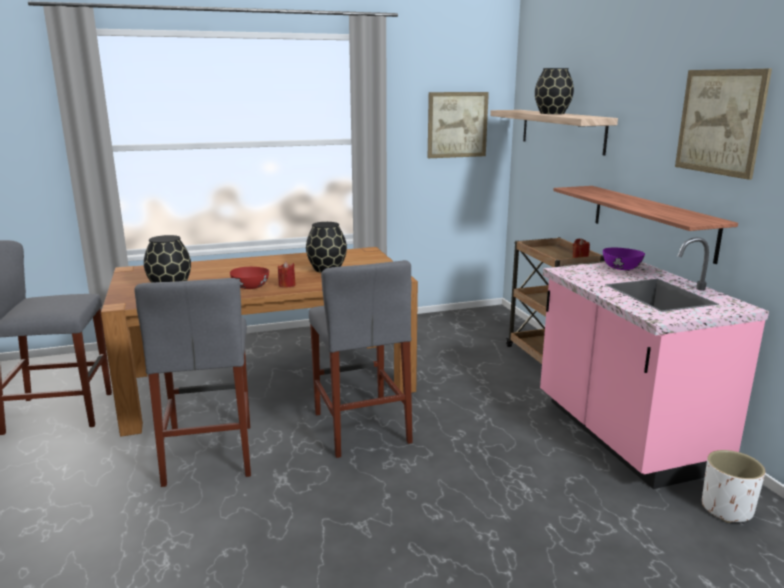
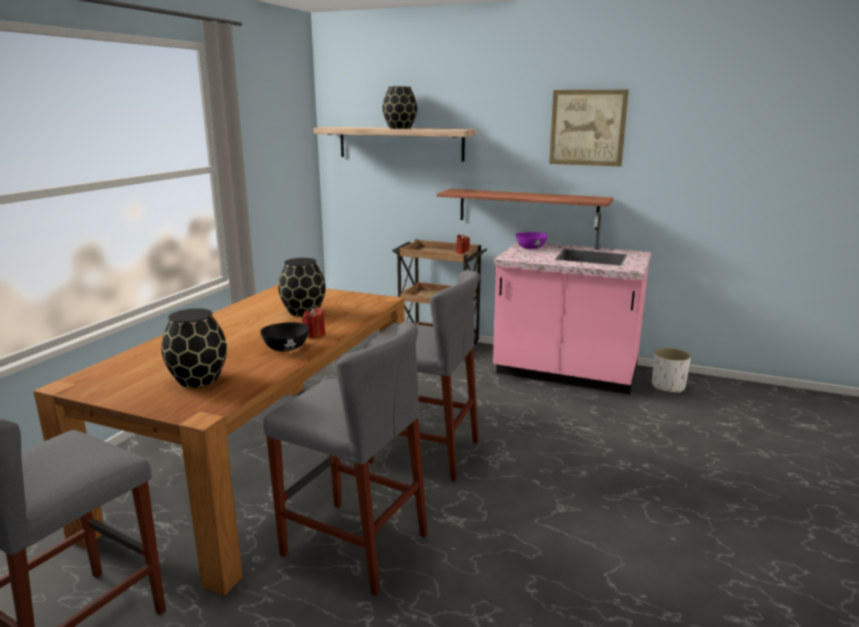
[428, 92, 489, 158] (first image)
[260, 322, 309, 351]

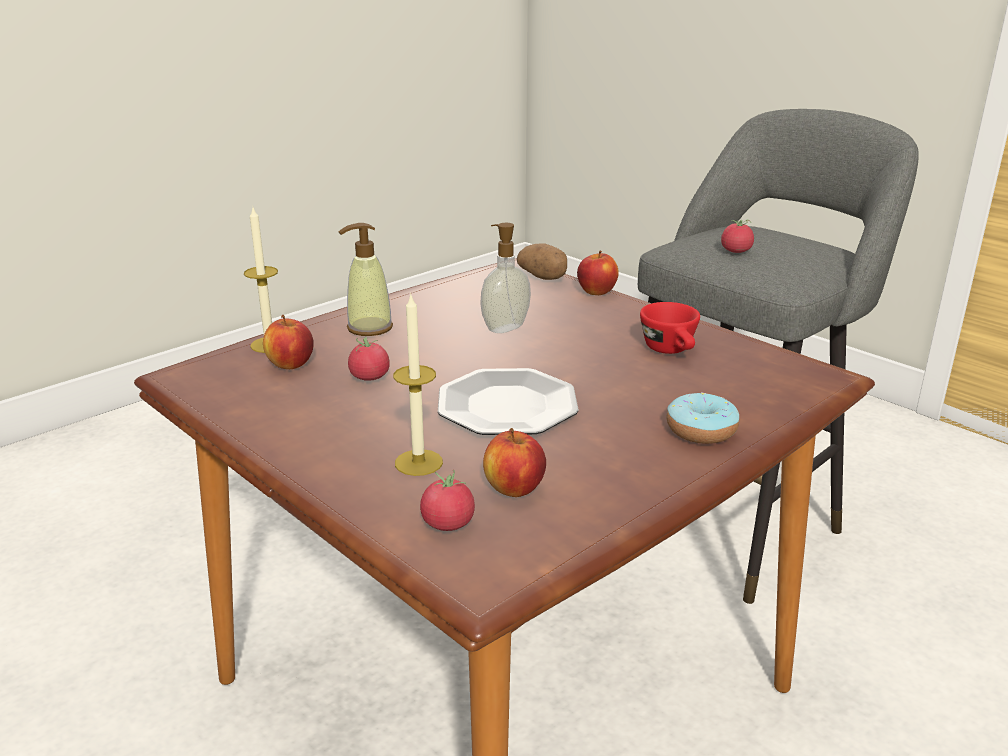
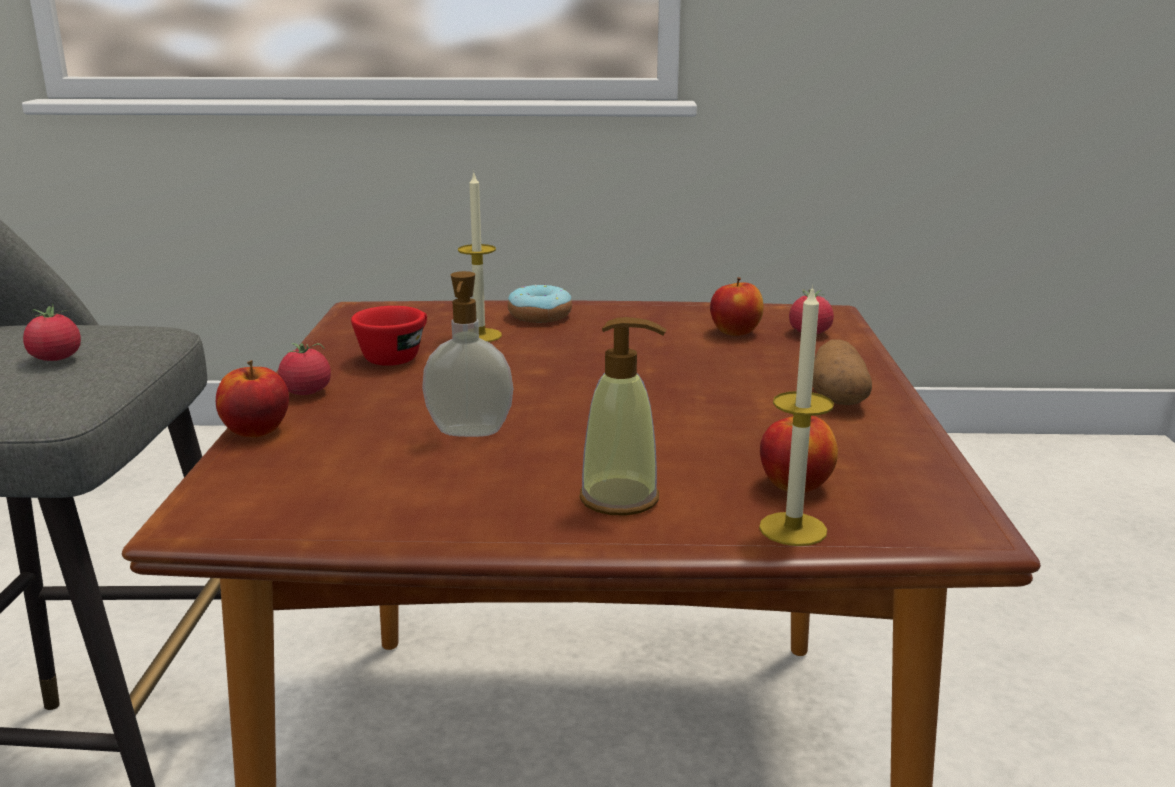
[812, 339, 872, 405]
[458, 173, 502, 342]
[278, 343, 331, 395]
[437, 368, 579, 435] (first image)

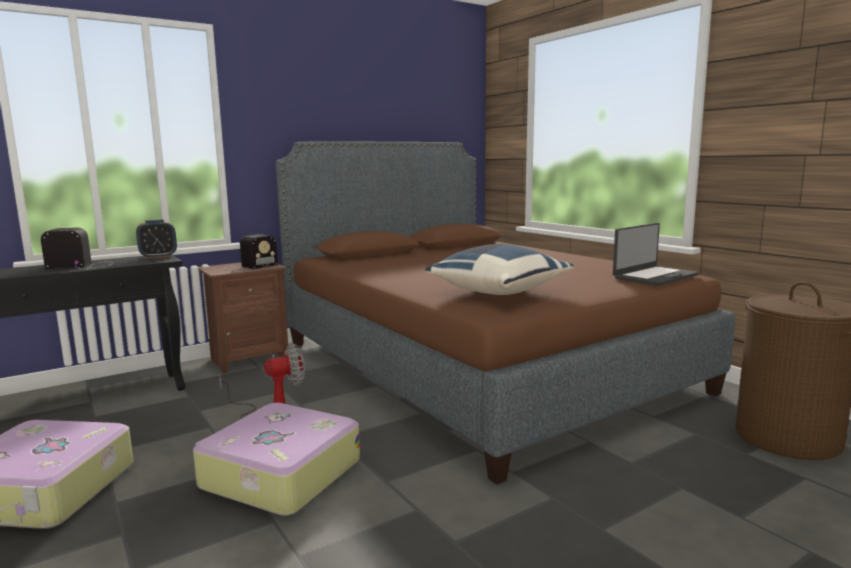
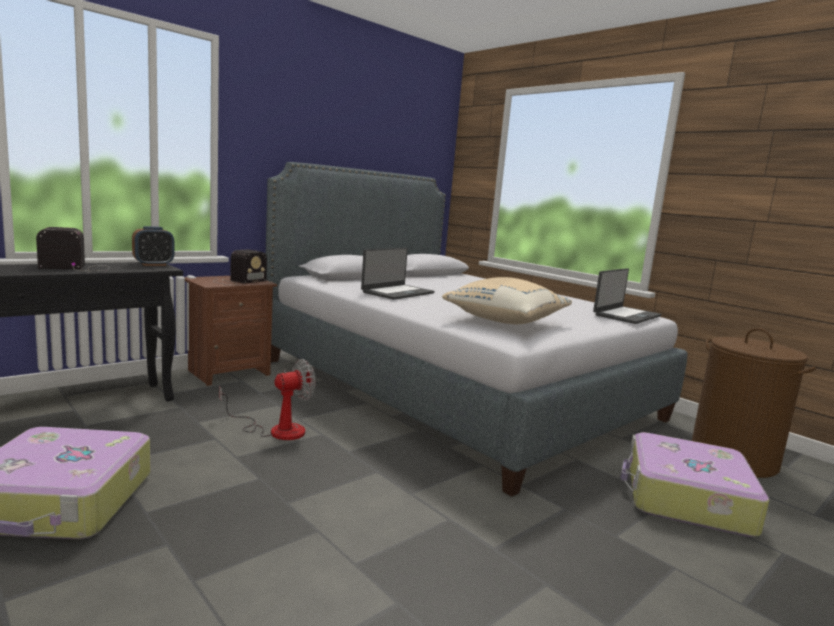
[266, 162, 688, 497]
[442, 277, 572, 324]
[620, 432, 769, 537]
[361, 248, 434, 300]

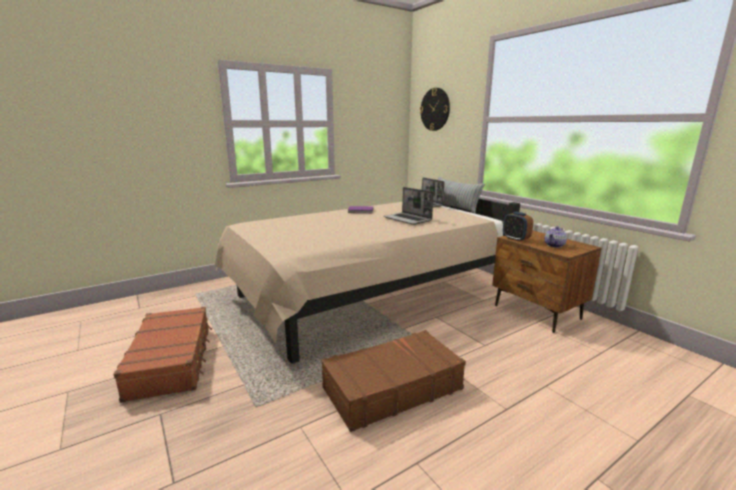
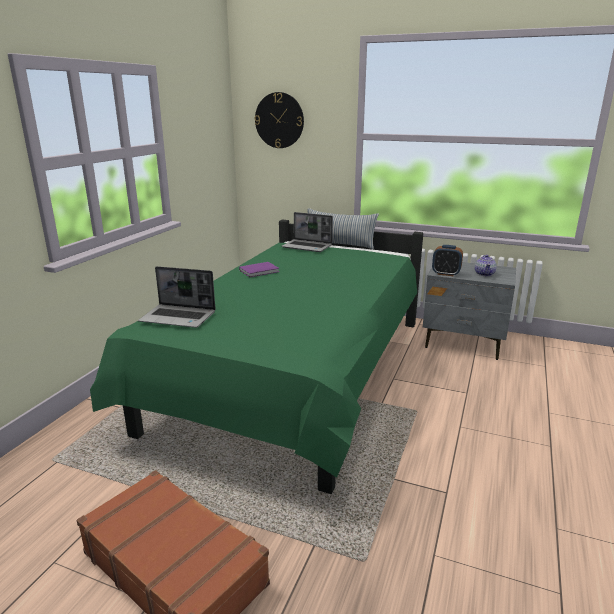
[138, 266, 216, 328]
[90, 220, 423, 494]
[423, 262, 516, 360]
[321, 330, 466, 432] (first image)

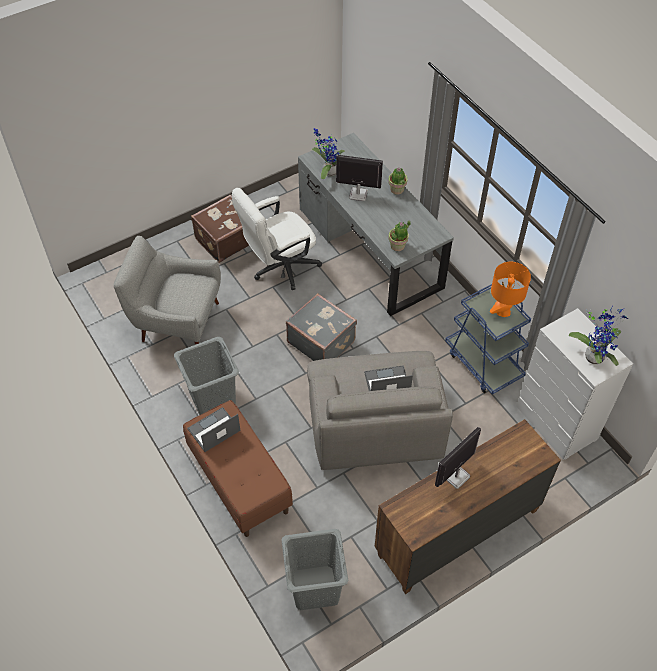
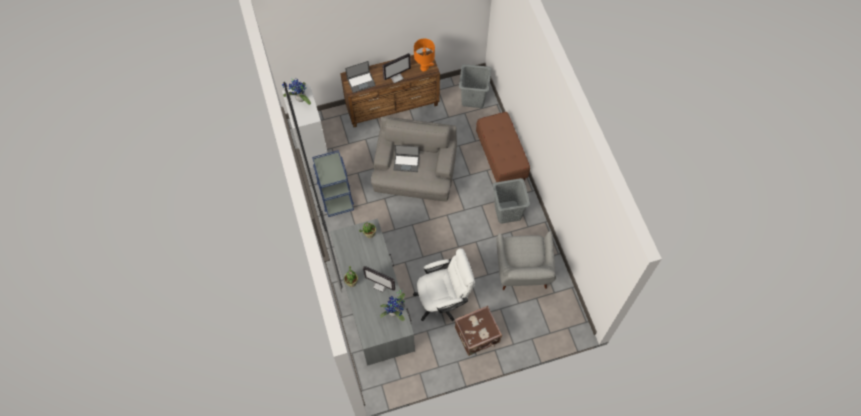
[496, 231, 556, 290]
[414, 39, 435, 71]
[286, 293, 357, 361] (first image)
[345, 61, 376, 93]

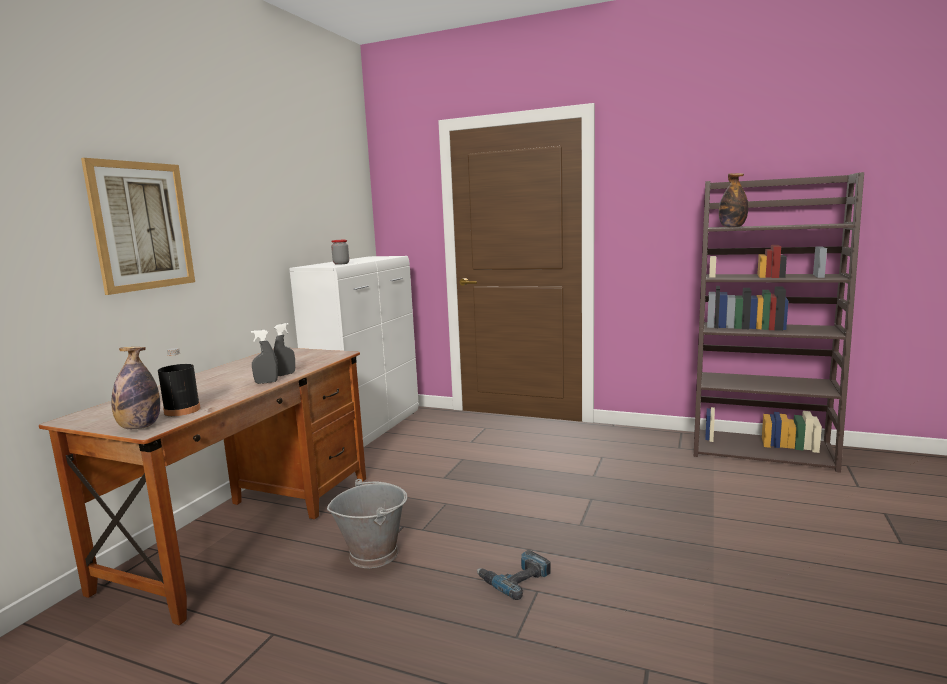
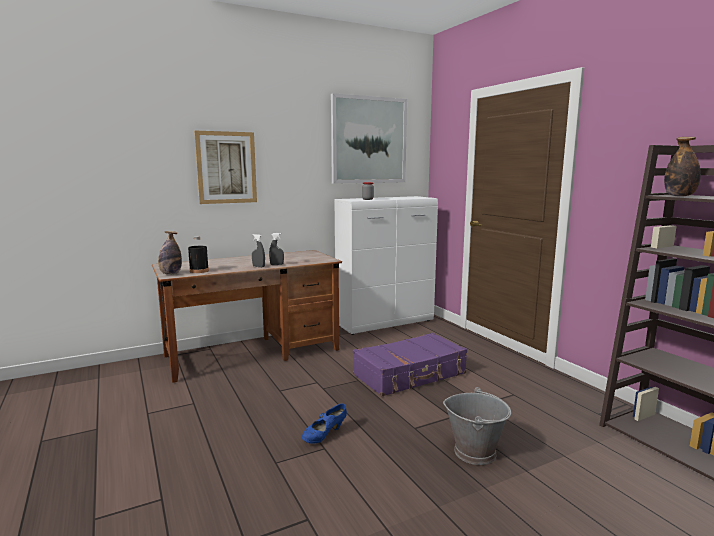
[443, 387, 511, 465]
[302, 403, 347, 444]
[331, 93, 407, 184]
[353, 333, 467, 396]

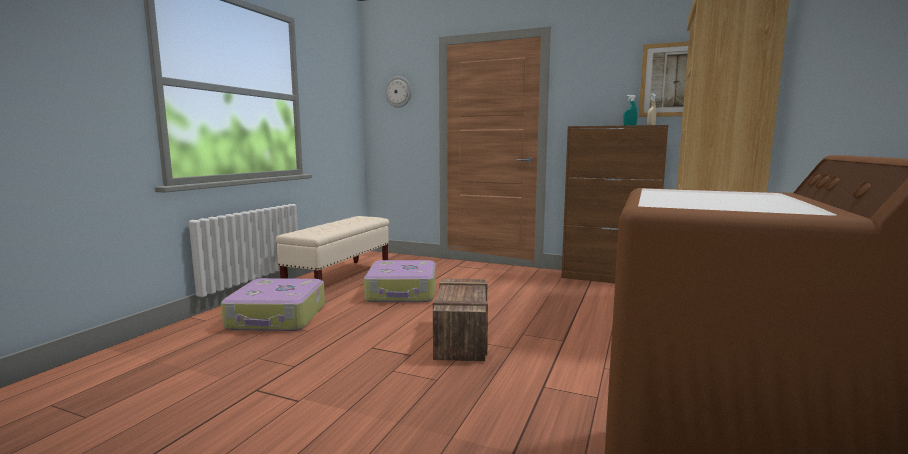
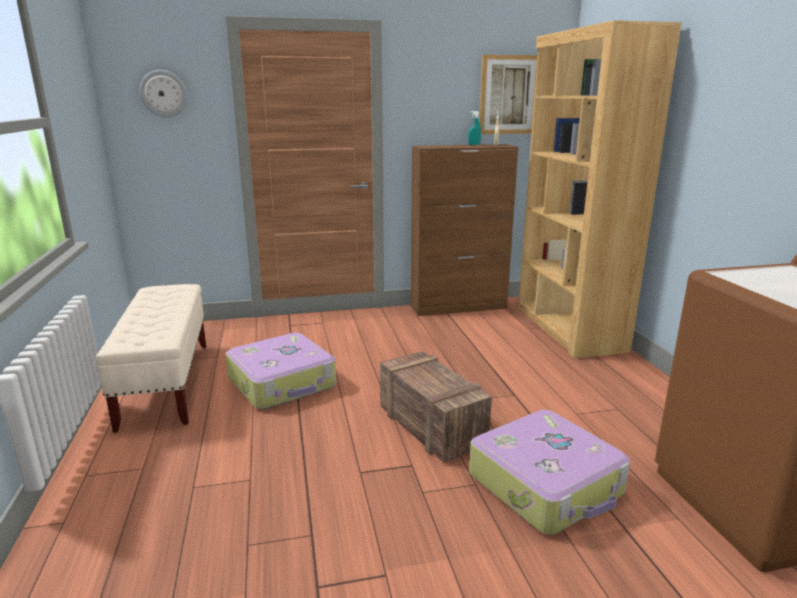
[469, 410, 630, 535]

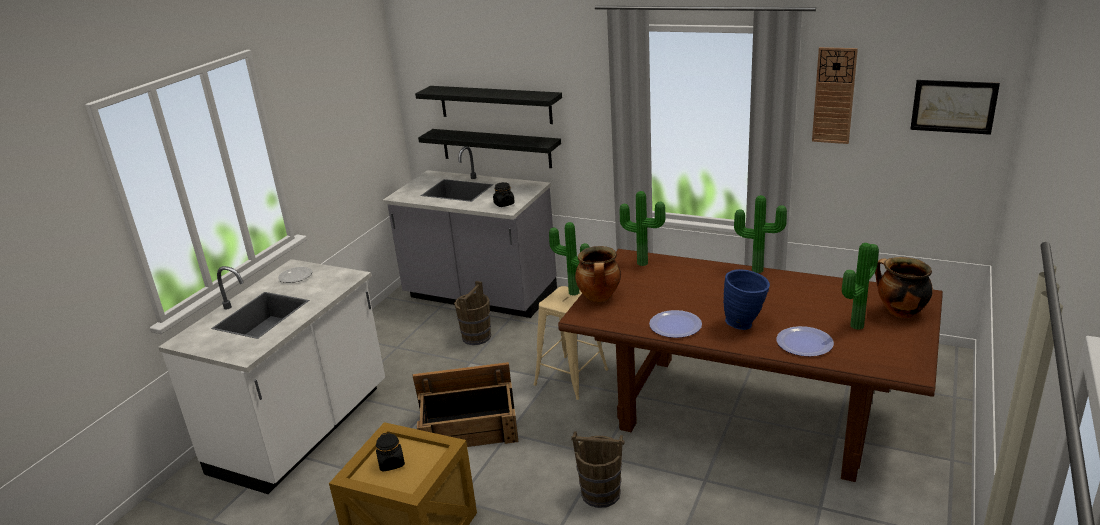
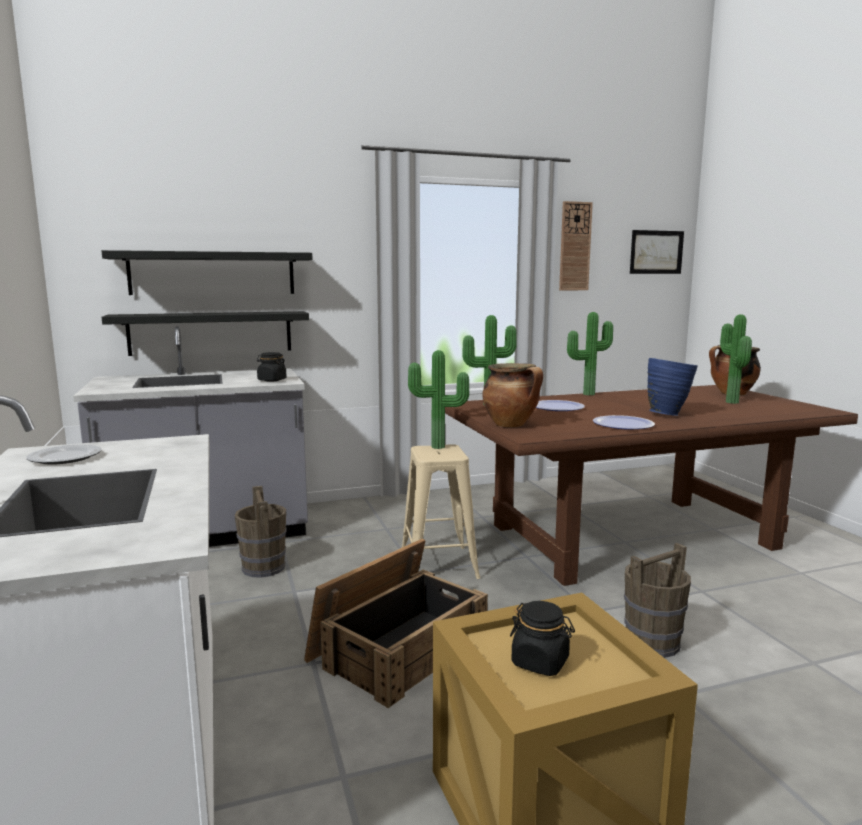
[536, 400, 585, 411]

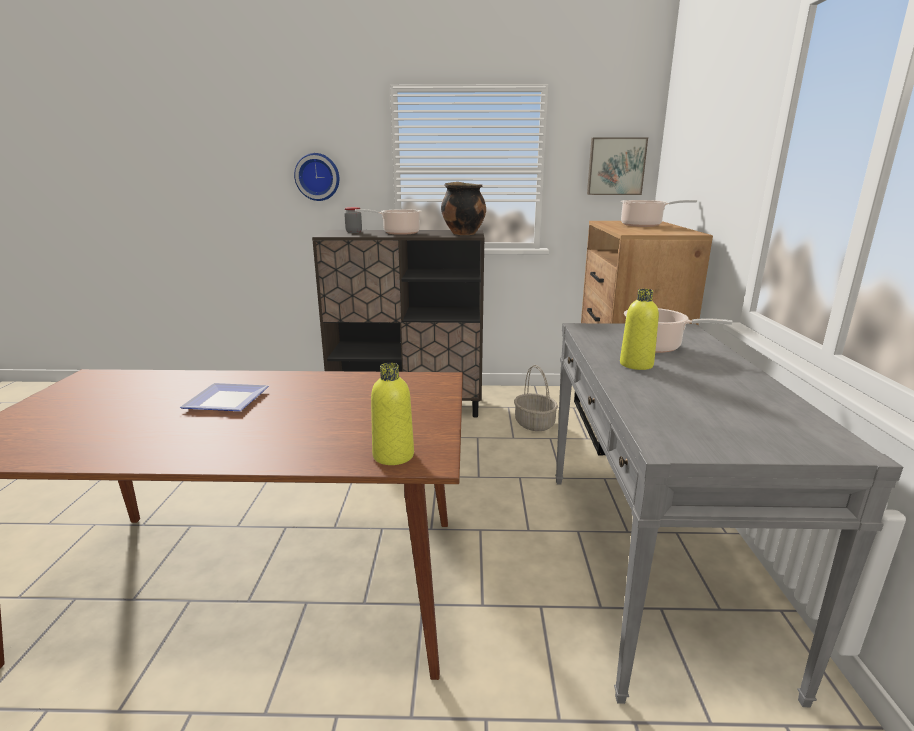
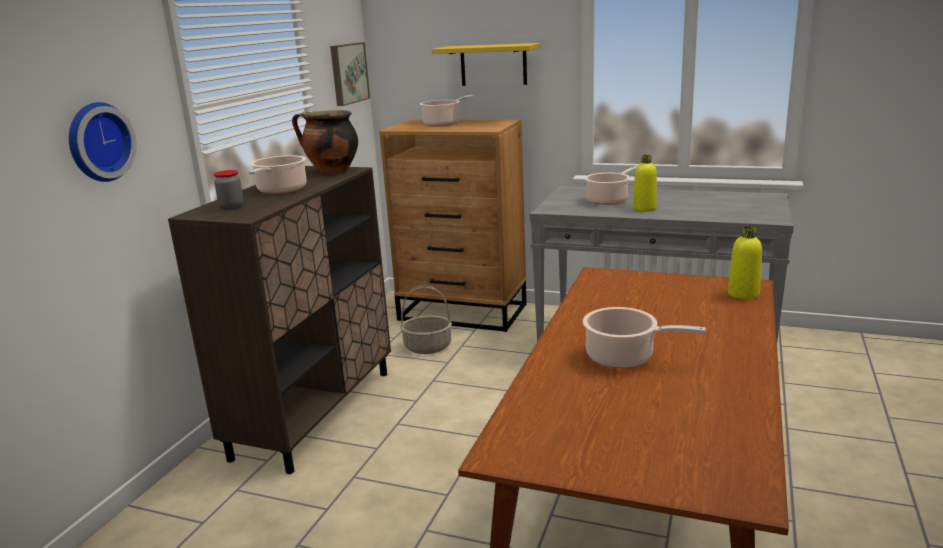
[583, 307, 706, 368]
[432, 43, 541, 86]

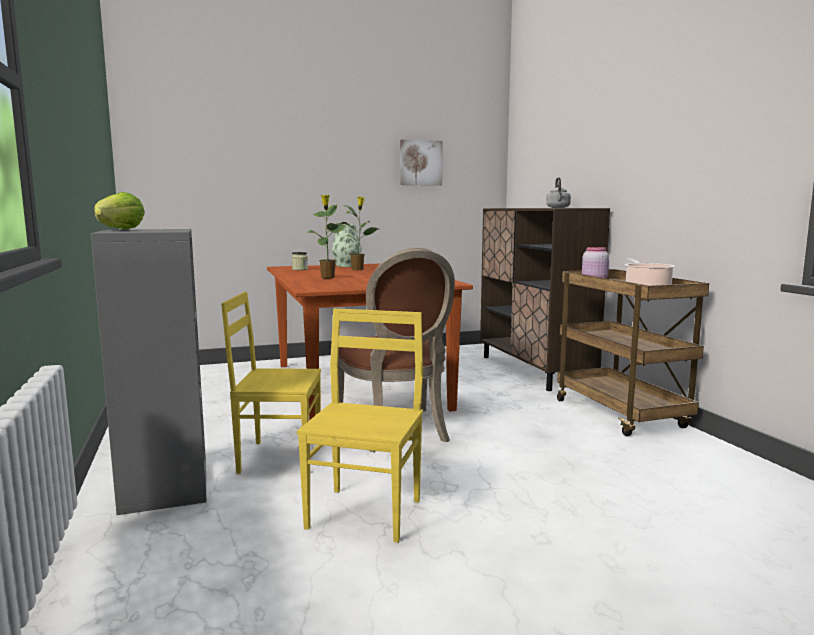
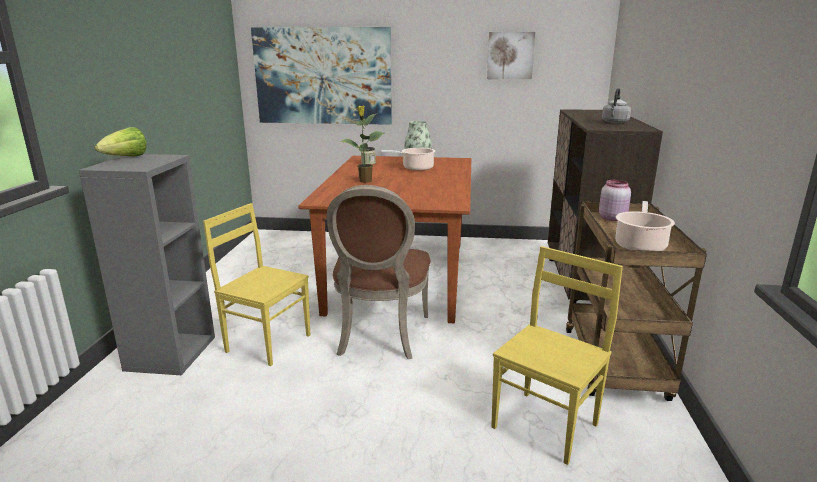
[381, 148, 435, 171]
[491, 246, 623, 465]
[251, 27, 392, 125]

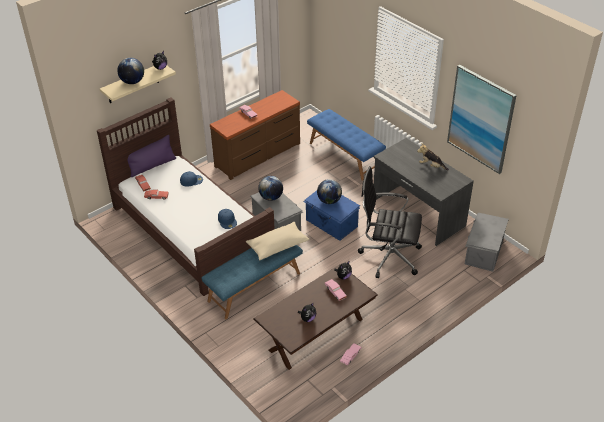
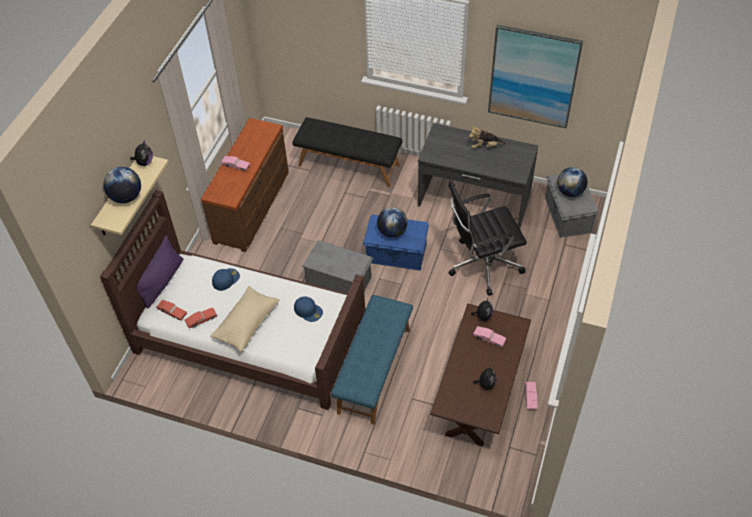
[292, 117, 402, 187]
[557, 167, 588, 197]
[210, 286, 279, 352]

